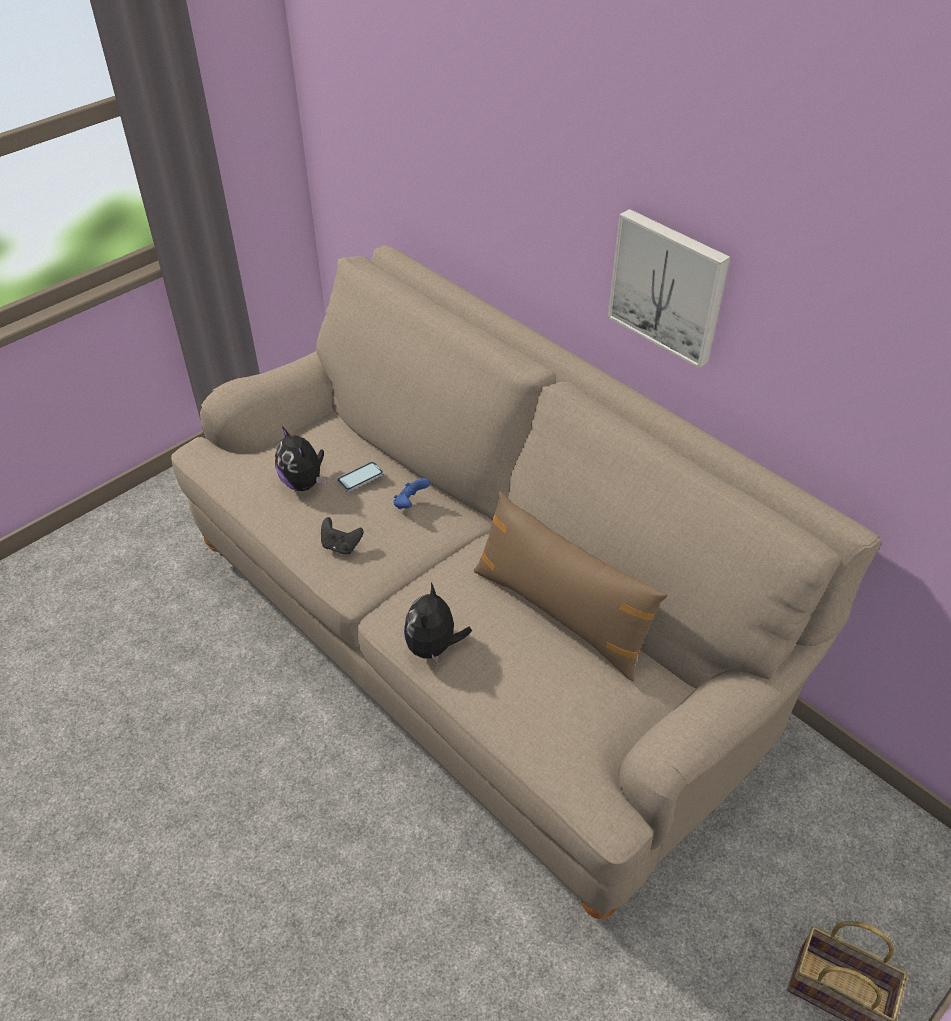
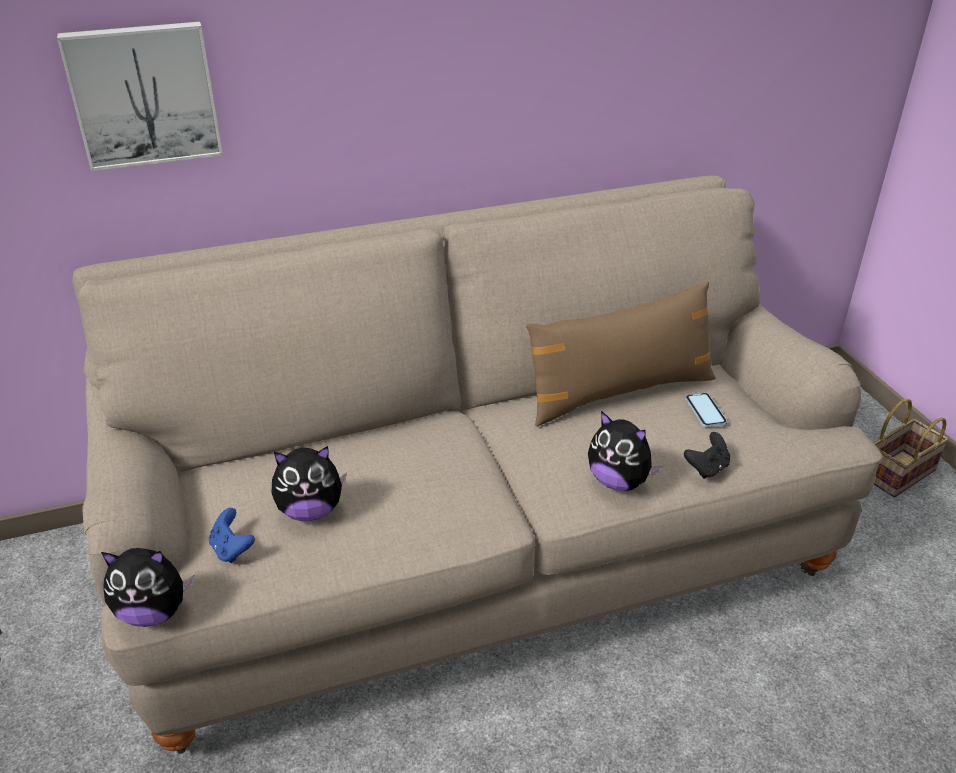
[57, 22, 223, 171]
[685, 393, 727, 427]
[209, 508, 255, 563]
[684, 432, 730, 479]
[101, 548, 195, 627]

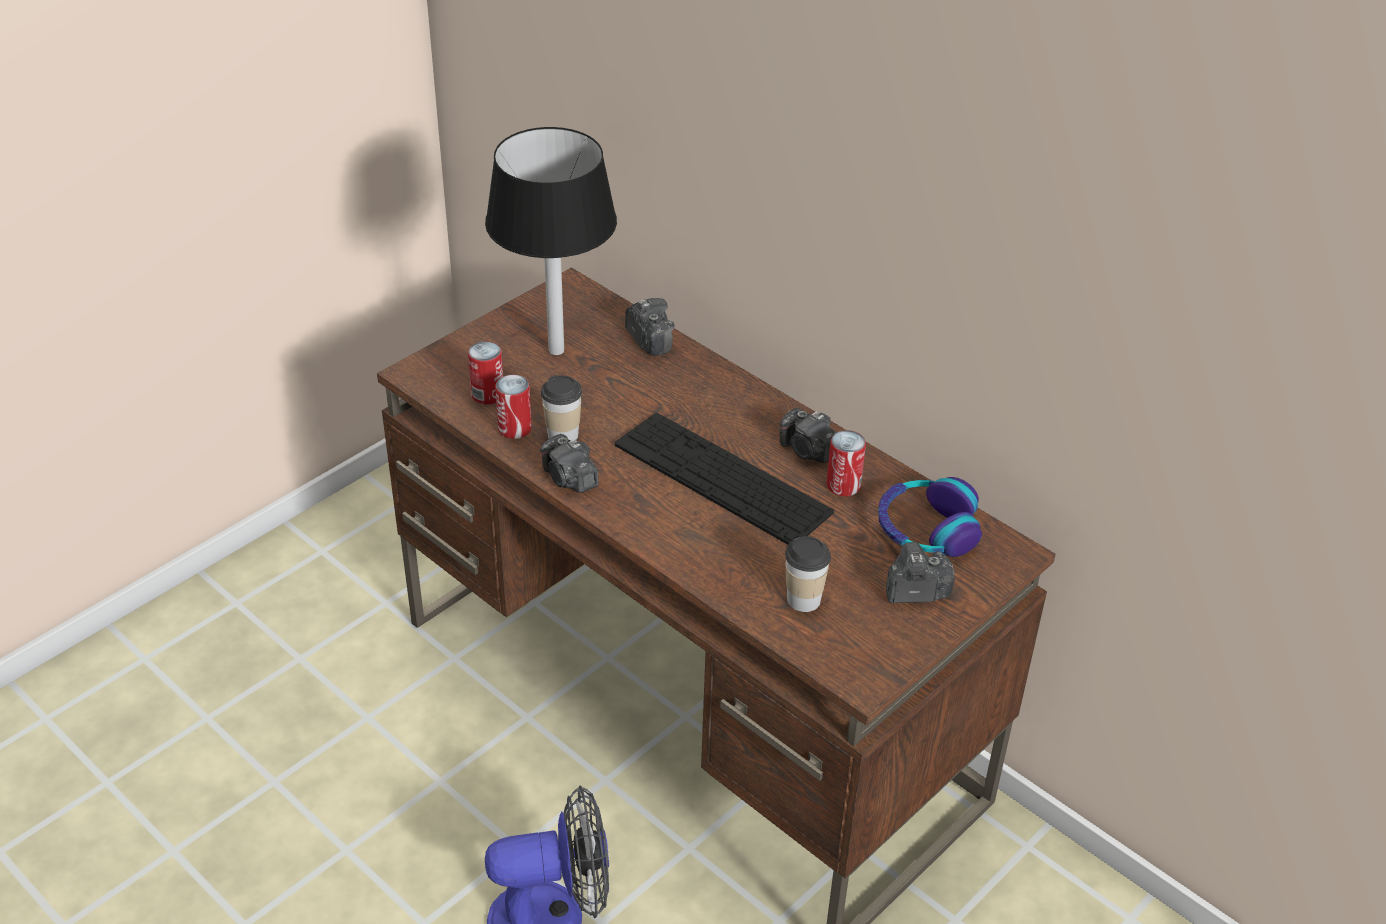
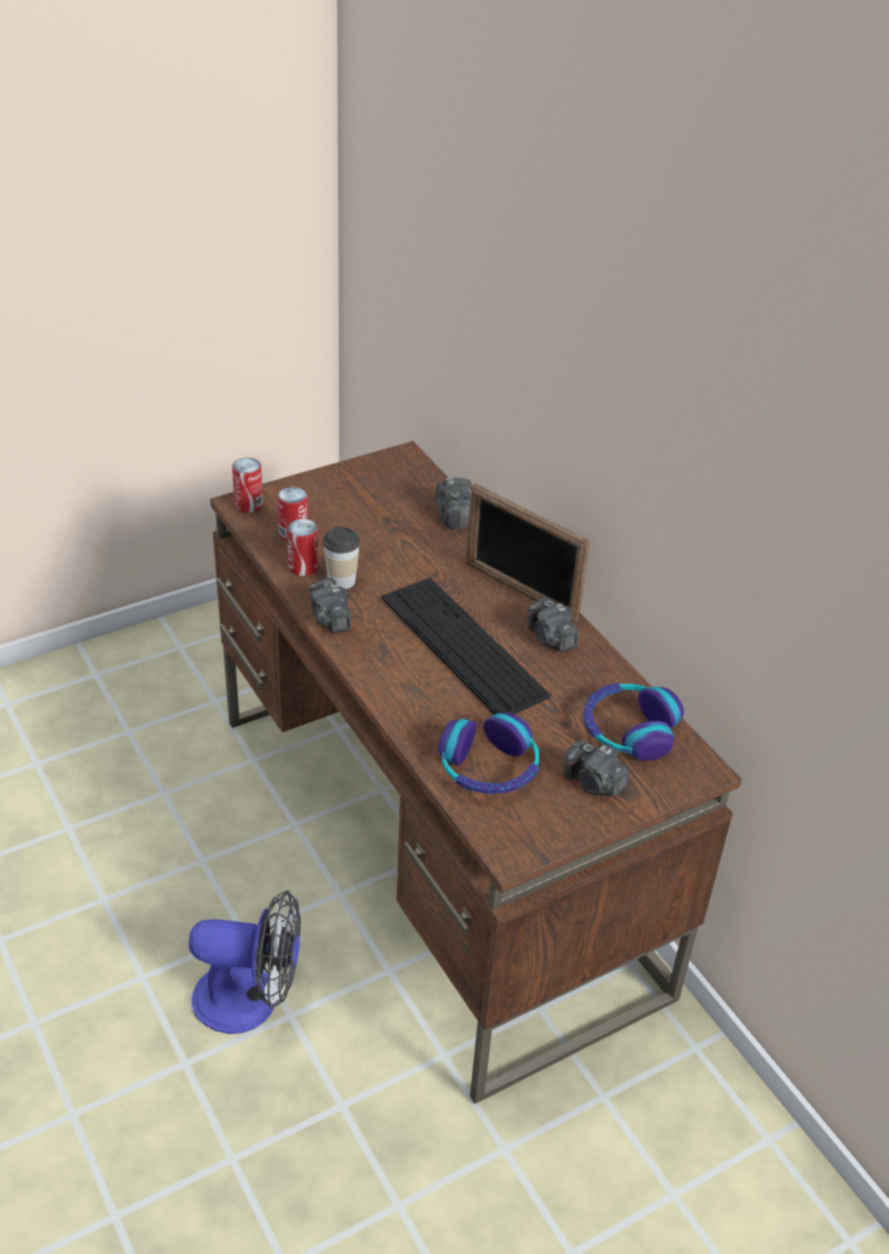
[485, 127, 617, 355] (first image)
[232, 458, 263, 513]
[438, 712, 539, 794]
[564, 740, 629, 797]
[466, 484, 590, 622]

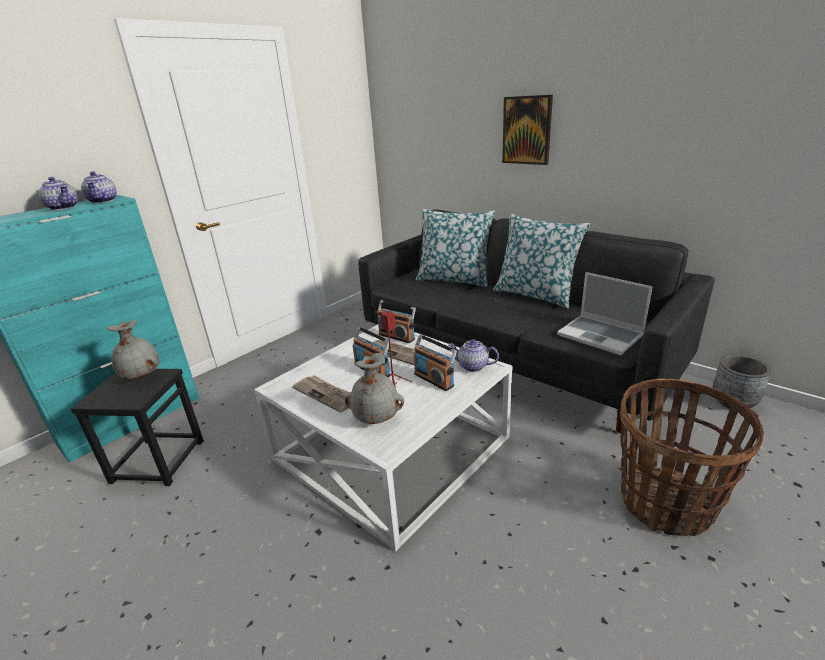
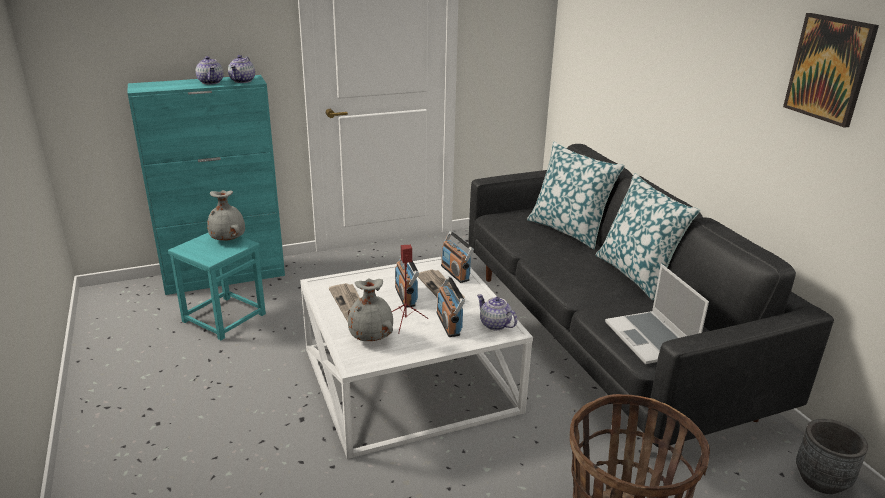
[783, 13, 879, 128]
[168, 233, 266, 340]

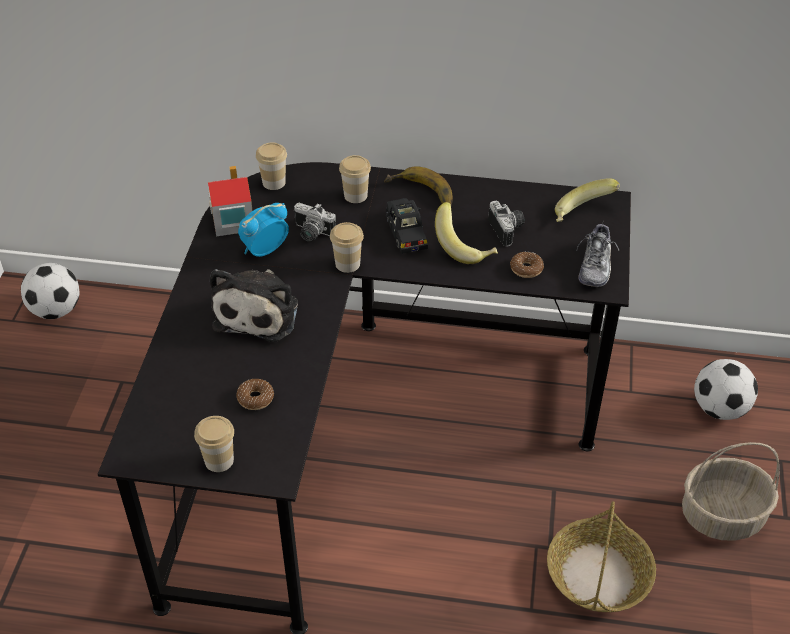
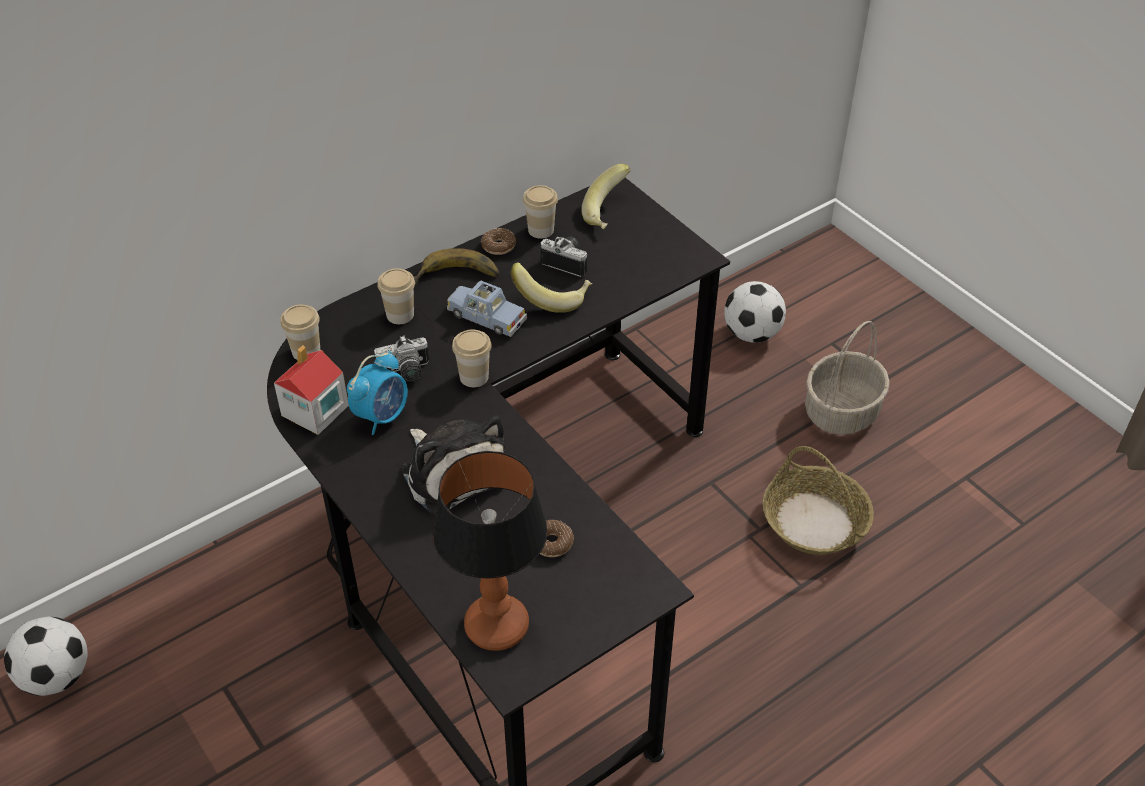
[447, 280, 527, 337]
[347, 351, 408, 435]
[577, 224, 619, 287] (first image)
[481, 228, 516, 255]
[523, 185, 558, 239]
[432, 451, 548, 651]

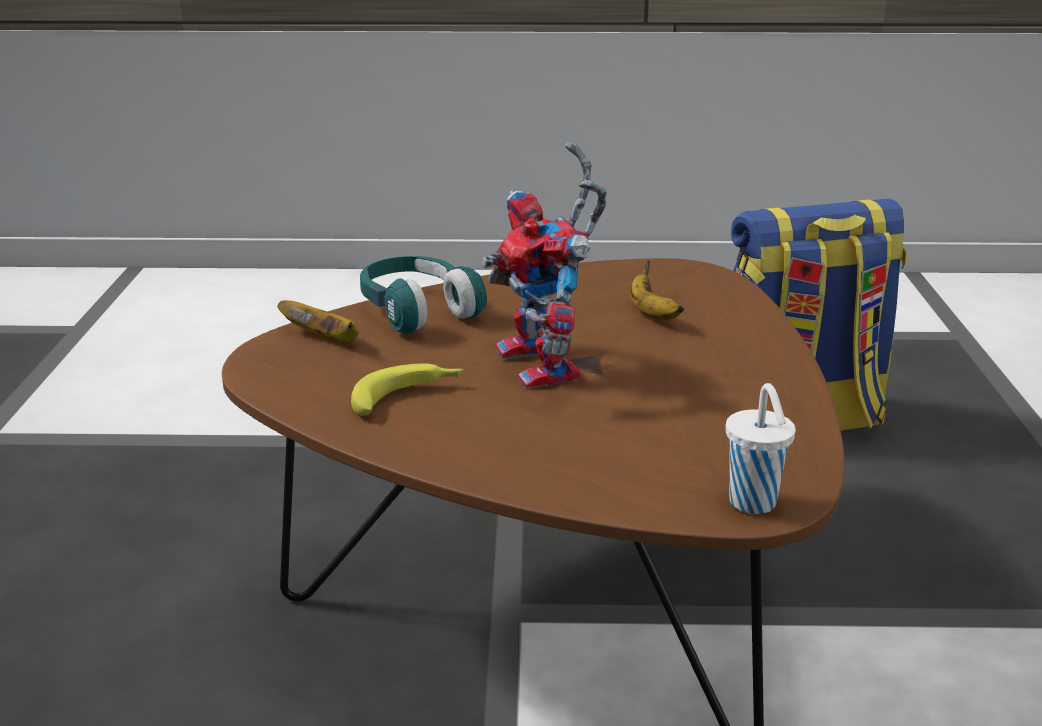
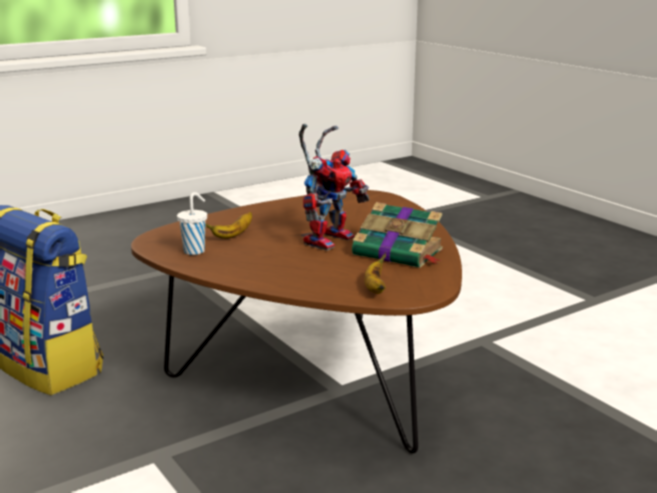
[360, 256, 487, 334] (first image)
[352, 202, 443, 268]
[177, 192, 207, 255]

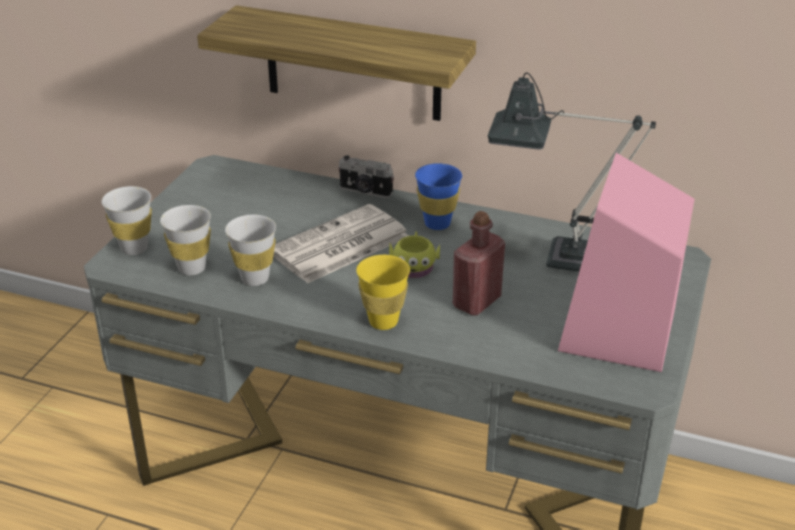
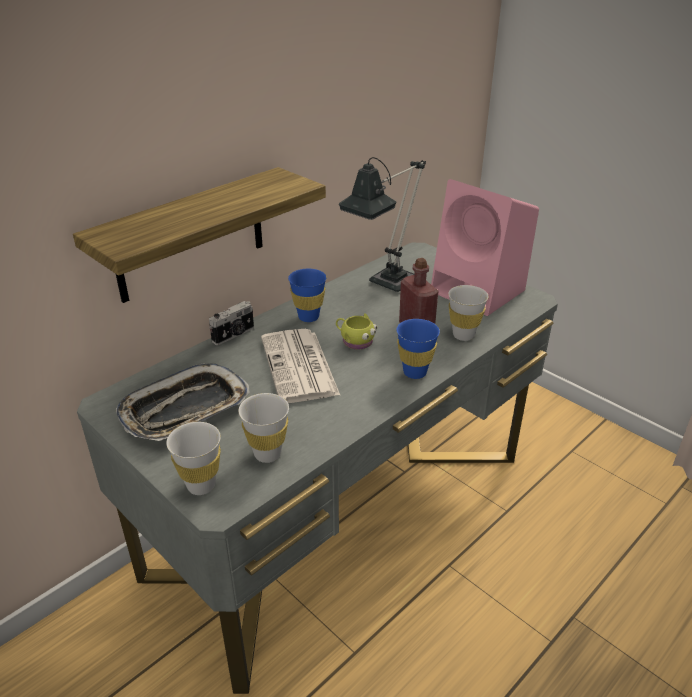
[448, 285, 489, 341]
[396, 319, 440, 379]
[116, 363, 249, 441]

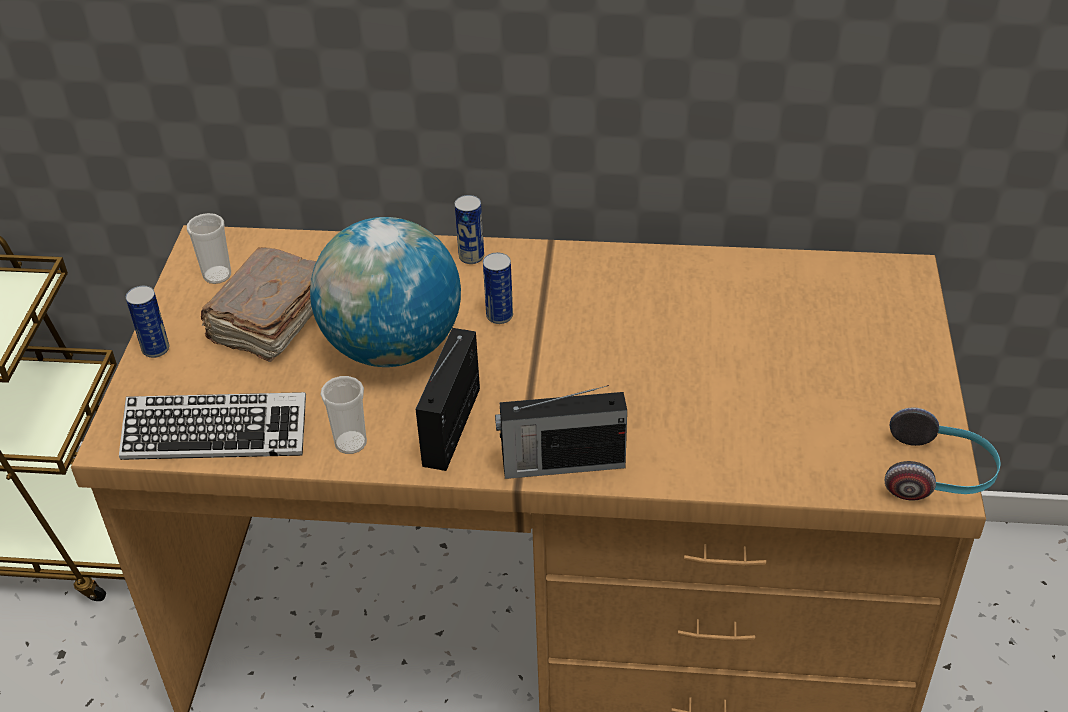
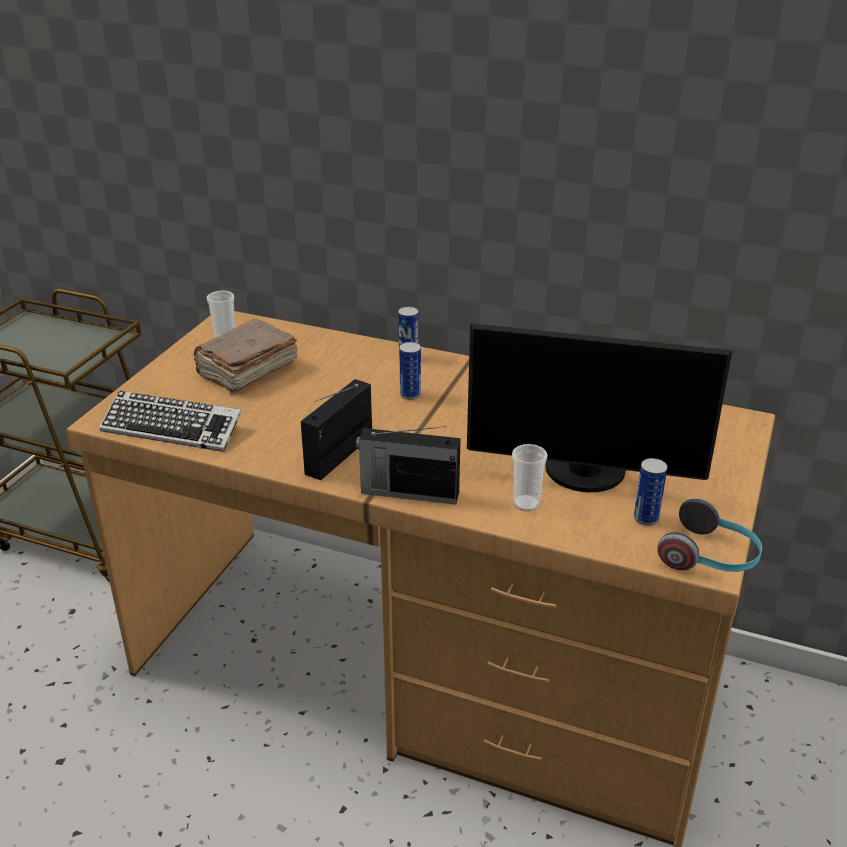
[310, 217, 461, 367] (first image)
[634, 458, 667, 526]
[512, 444, 548, 511]
[467, 323, 733, 492]

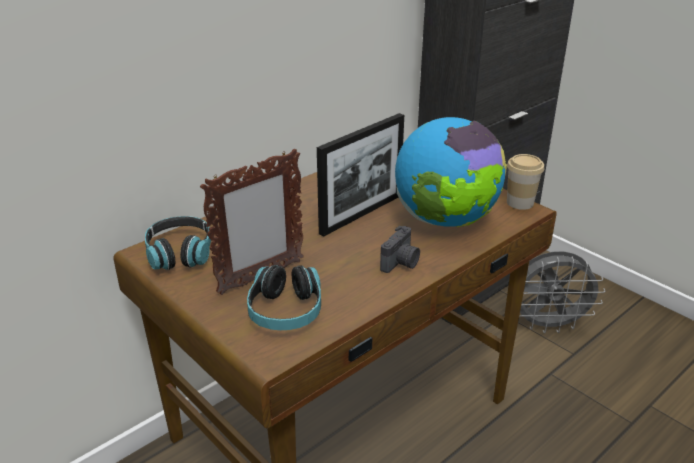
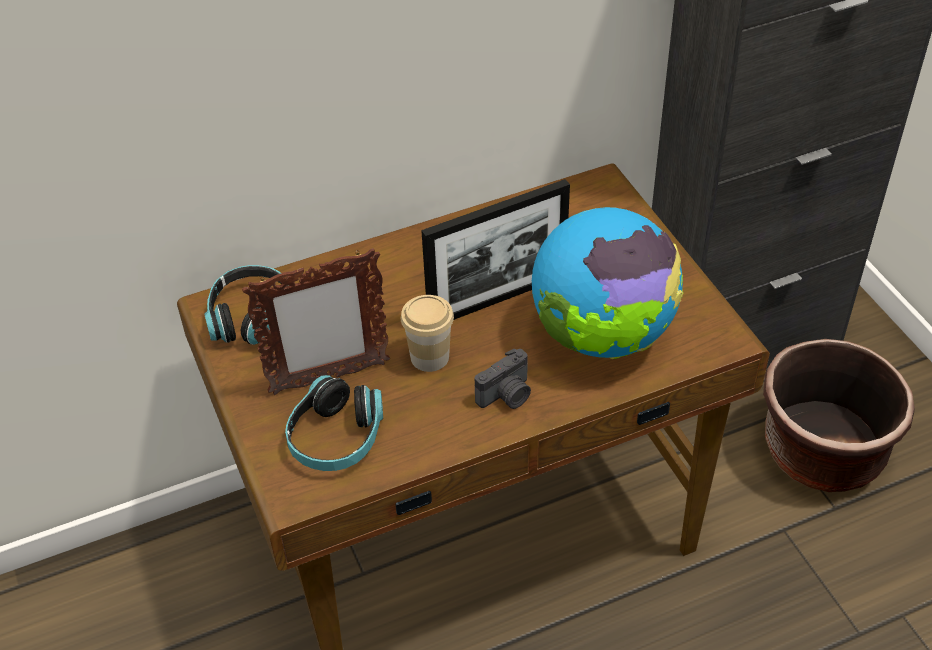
[401, 295, 454, 372]
[763, 339, 915, 492]

